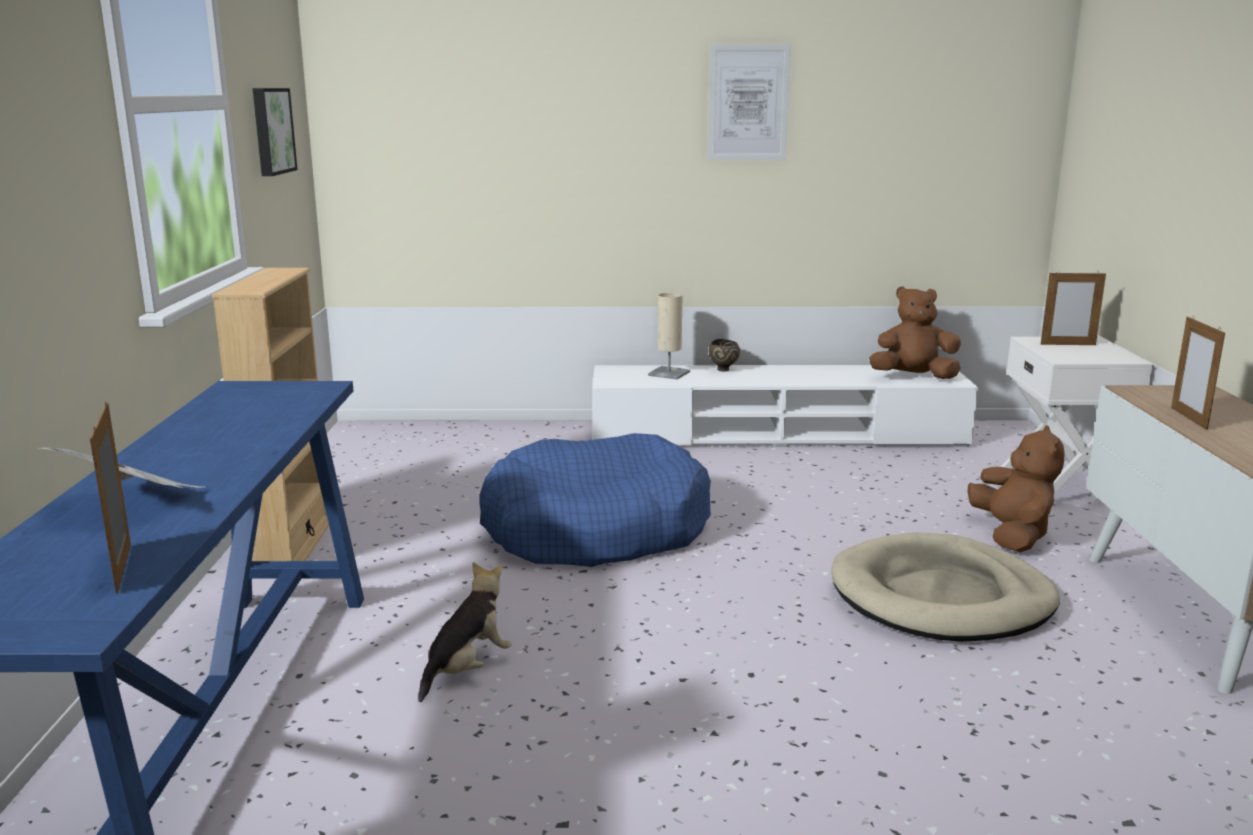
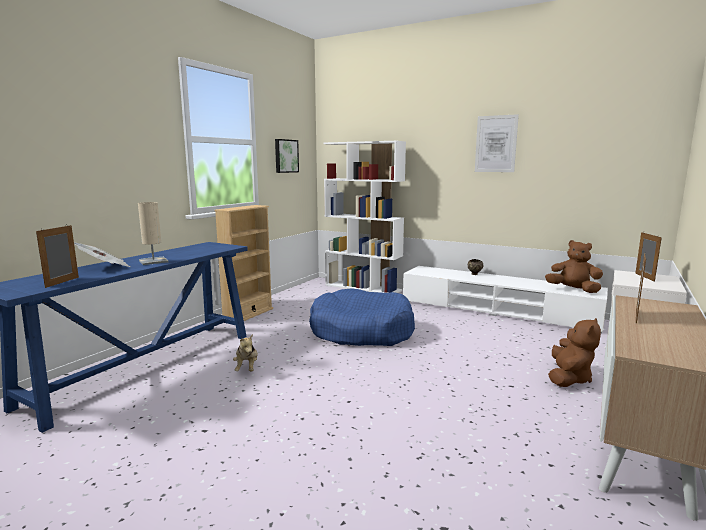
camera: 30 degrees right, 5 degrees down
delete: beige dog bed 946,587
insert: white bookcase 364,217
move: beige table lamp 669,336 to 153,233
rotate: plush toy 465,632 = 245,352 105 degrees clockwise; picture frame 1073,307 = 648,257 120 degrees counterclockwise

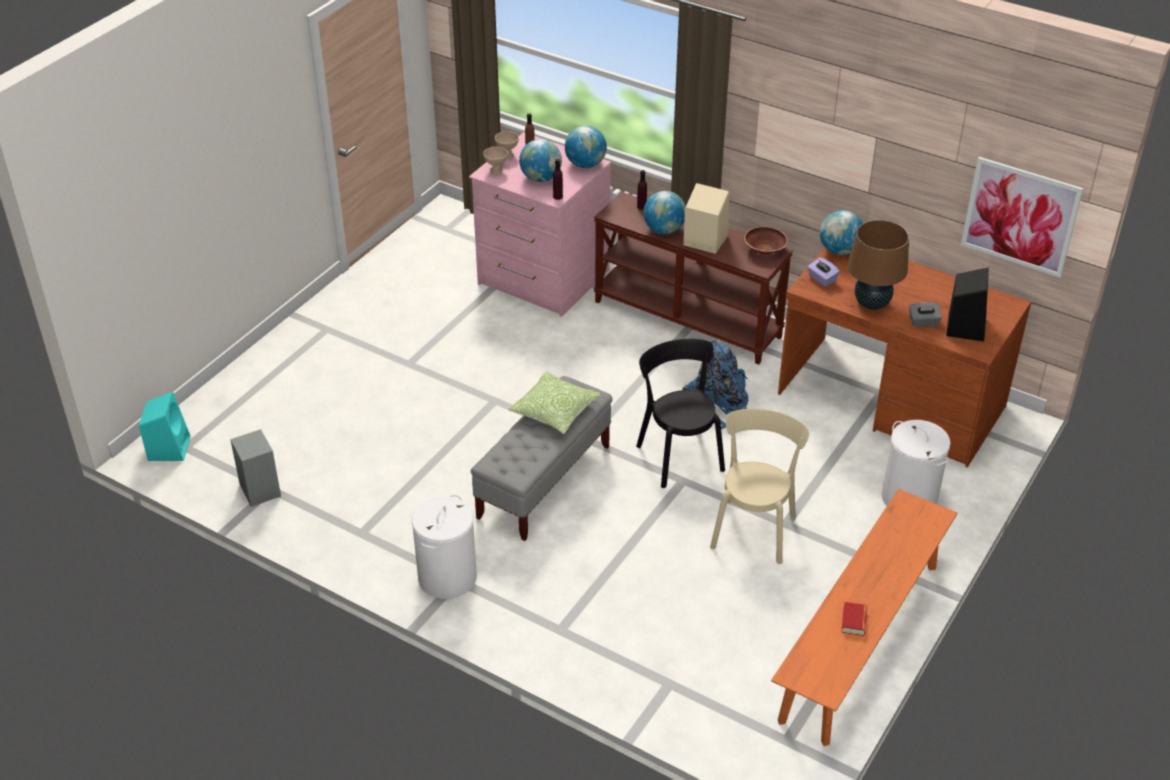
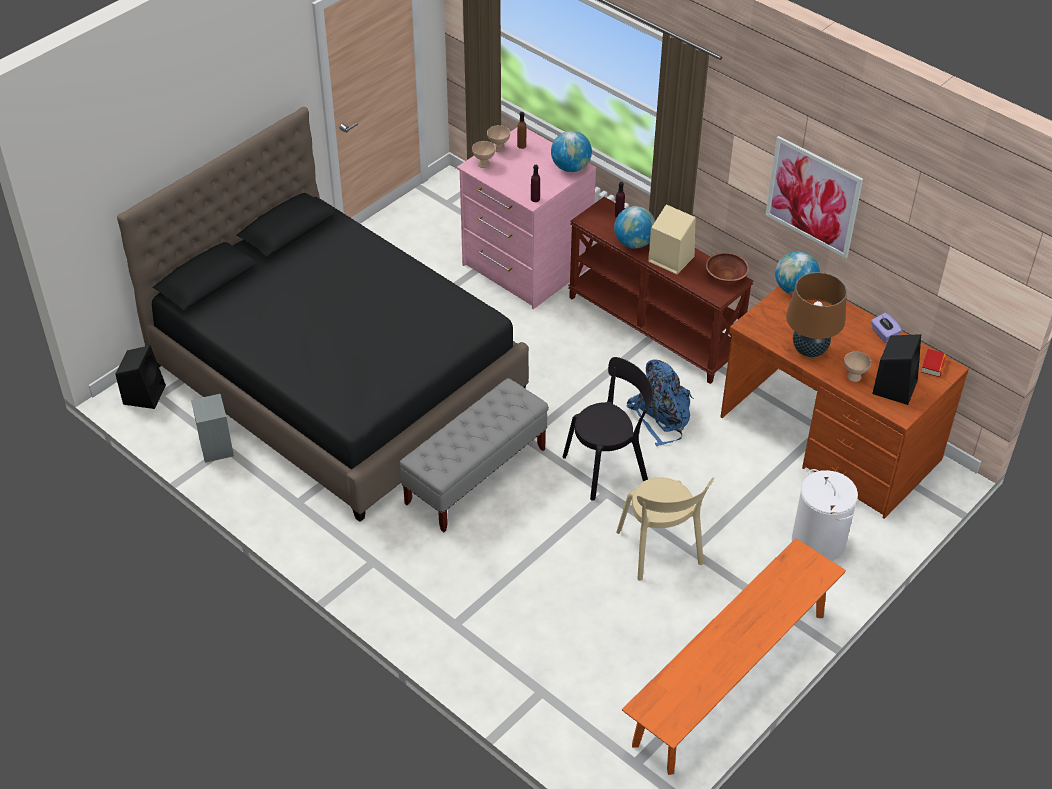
camera: 10 degrees right, 5 degrees up
delete: white laundry basket 444,546; pillow 555,402; globe 540,160
insert: black bed 323,314
move: picture 1022,217 to 814,197; purple tissue box 823,272 to 886,327; book 854,619 to 934,363
replace: grey tissue box 925,315 to beige bowl 857,366
recolor: turquoise speaker 165,426 to black speaker 140,377
rotate: black chair 680,413 = 608,429 75 degrees clockwise; beige chair 759,486 = 665,529 135 degrees clockwise

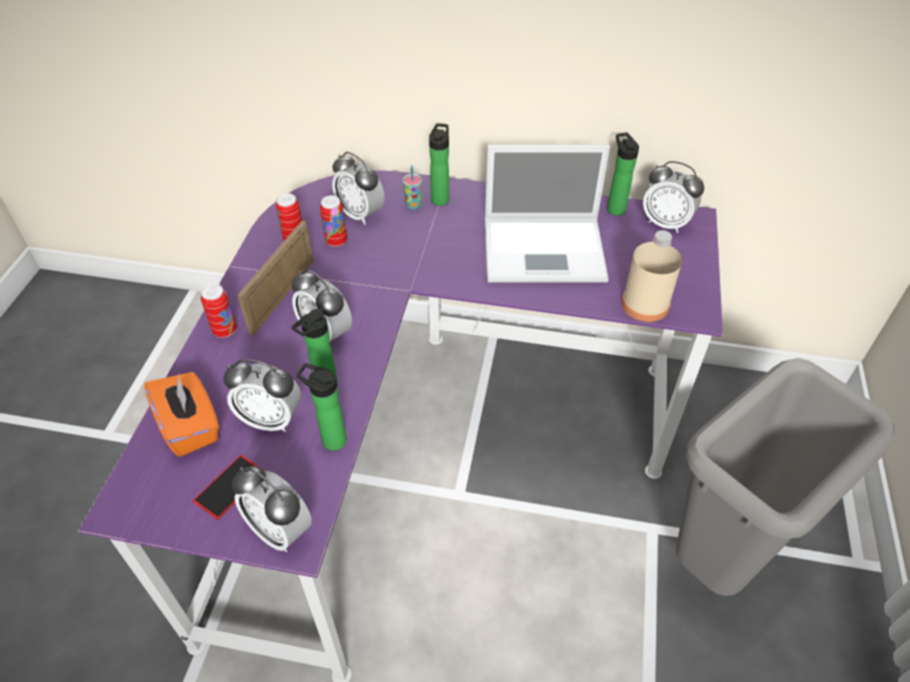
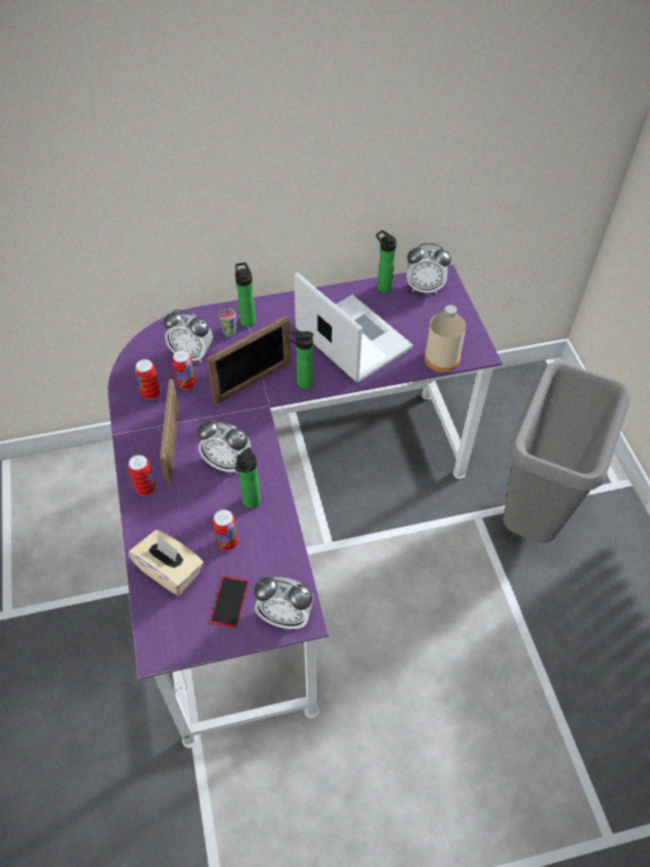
camera: 25 degrees left, 5 degrees up
insert: picture frame 249,359
move: bottle 322,407 to 301,360
replace: alarm clock 262,395 to can 225,529
recolor: orange tissue box 181,414 to beige tissue box 165,563
rotate: laptop 547,214 = 353,327 105 degrees counterclockwise

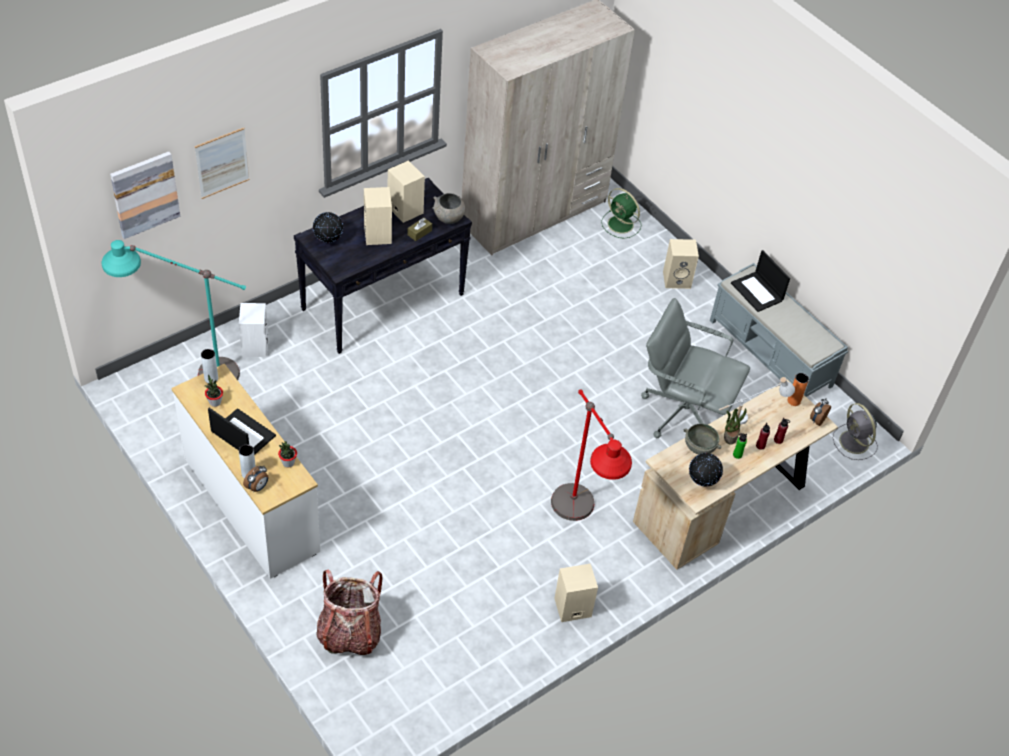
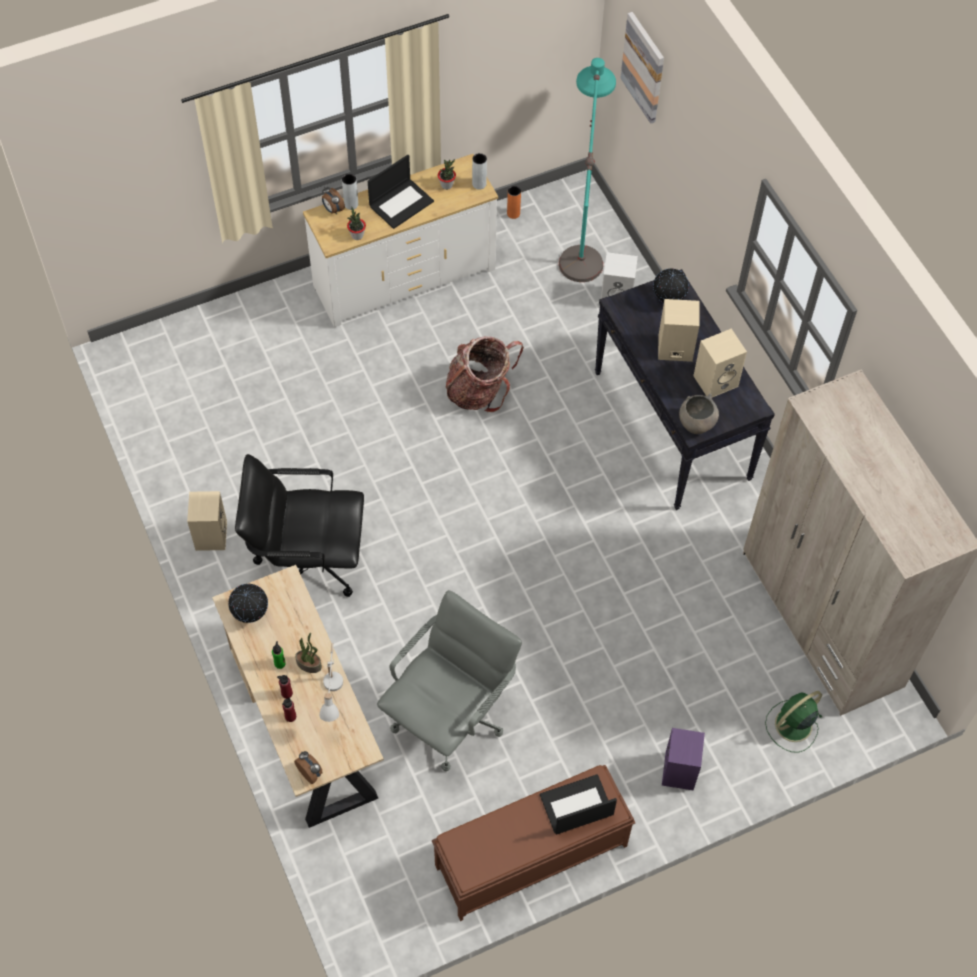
camera: 105 degrees right, 10 degrees up
delete: picture 222,163; brown tissue box 420,229; grey bowl 702,439; grey fan 855,431
move: backpack 349,612 to 485,374; orange vase 798,389 to 514,202
replace: red floor lamp 591,455 to black office chair 299,525
recolor: grey bench 779,330 to brown bench 534,843; beige speaker 681,264 to purple speaker 683,759

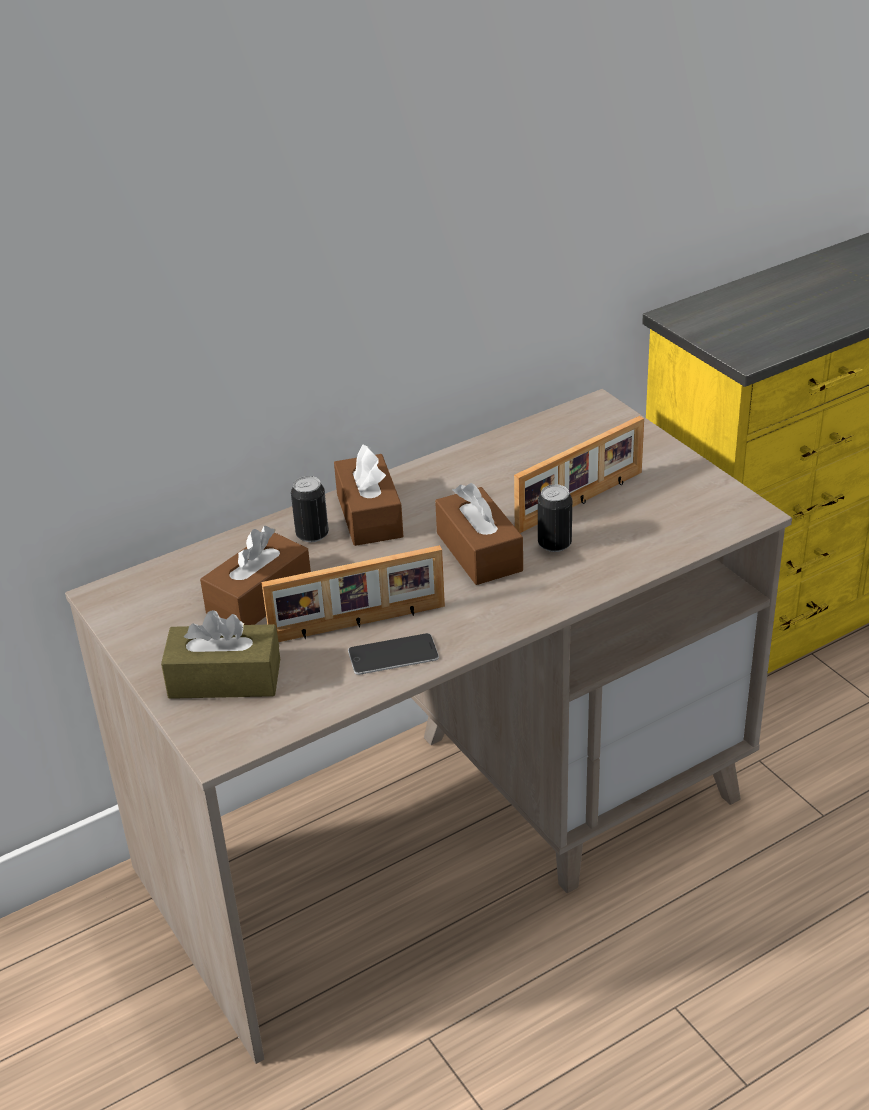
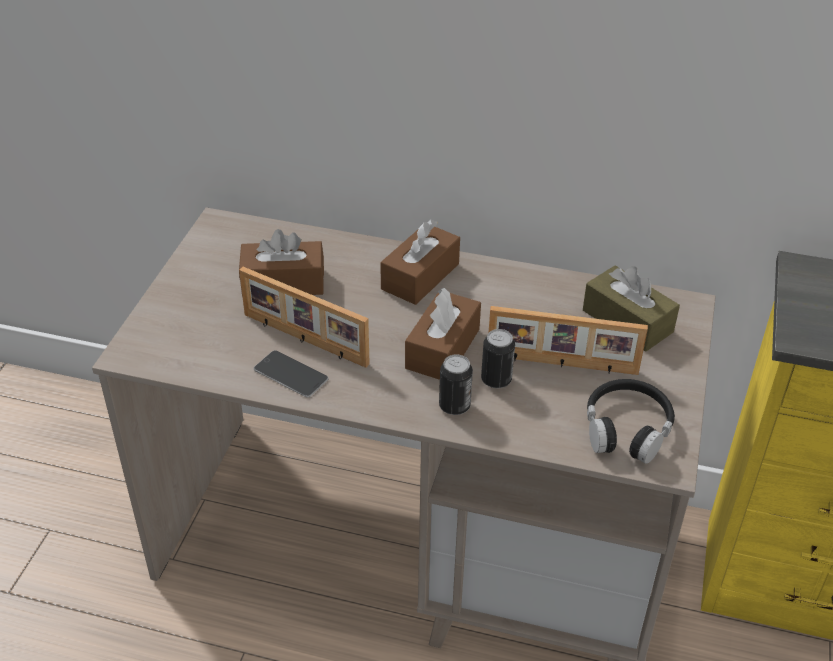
camera: 45 degrees right, 5 degrees up
insert: black headphones 631,421
move: can 310,509 to 456,384; brown tissue box 220,654 to 631,308

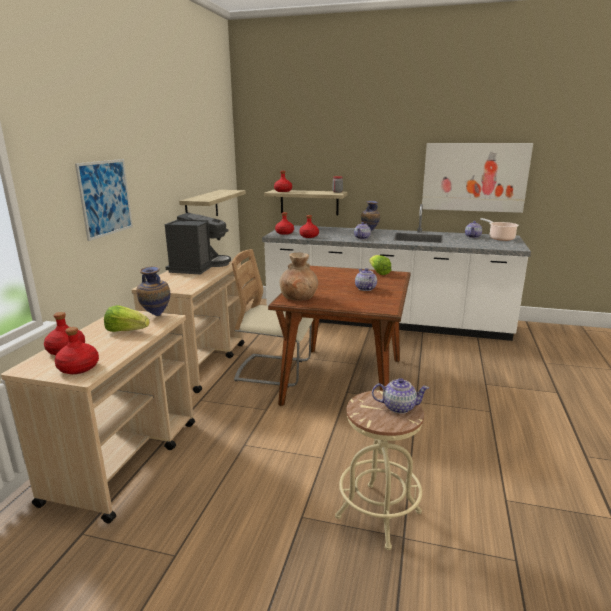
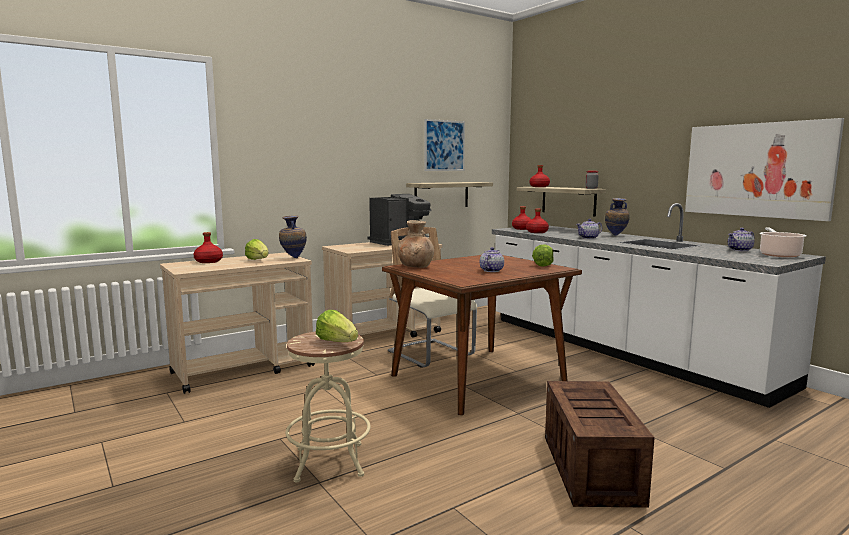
camera: 40 degrees right, 10 degrees down
delete: red bottle 77,350
insert: crate 600,444
move: picture 104,200 to 444,145
replace: teapot 400,396 to lettuce 337,326

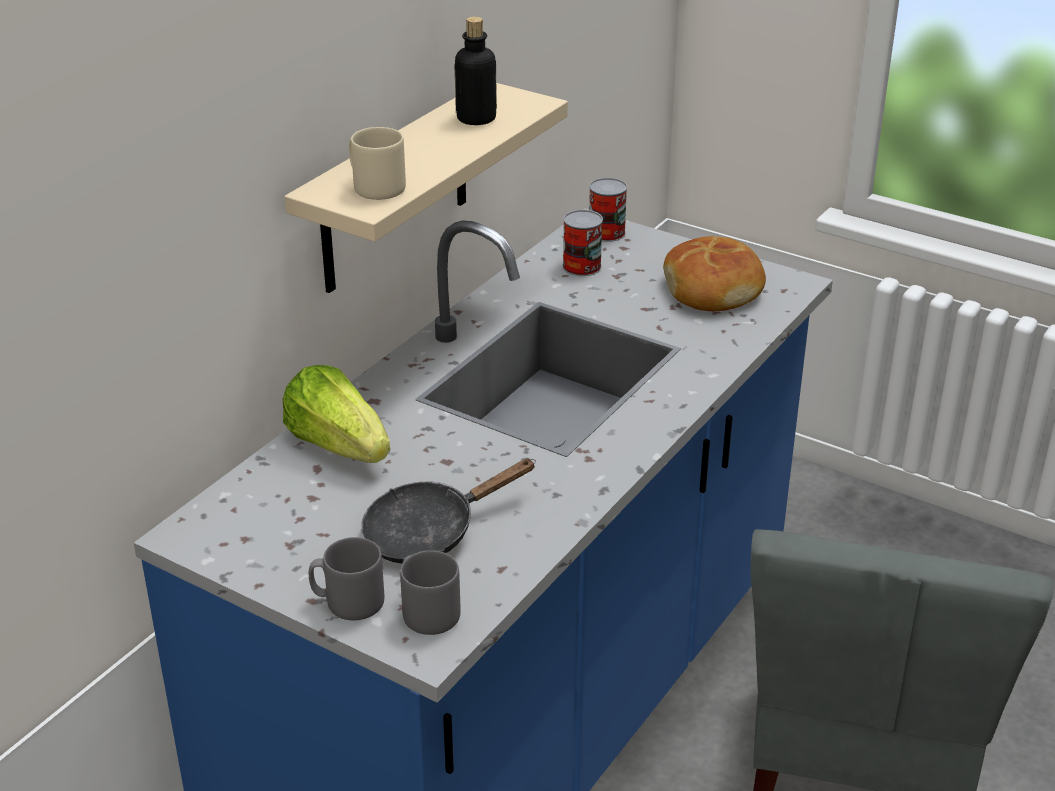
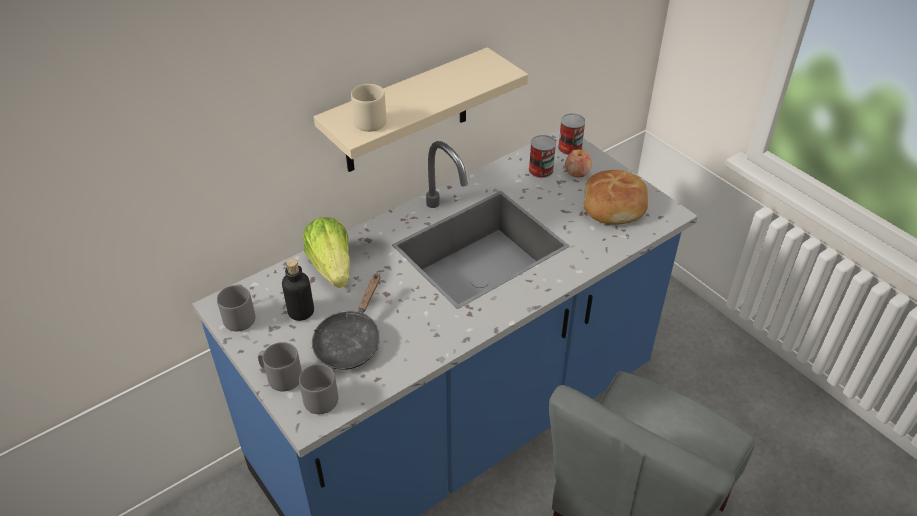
camera: 20 degrees right, 10 degrees up
insert: grey mug 236,307; apple 578,164
move: bottle 475,71 to 298,290
rotate: black frying pan 448,511 = 346,321 60 degrees counterclockwise

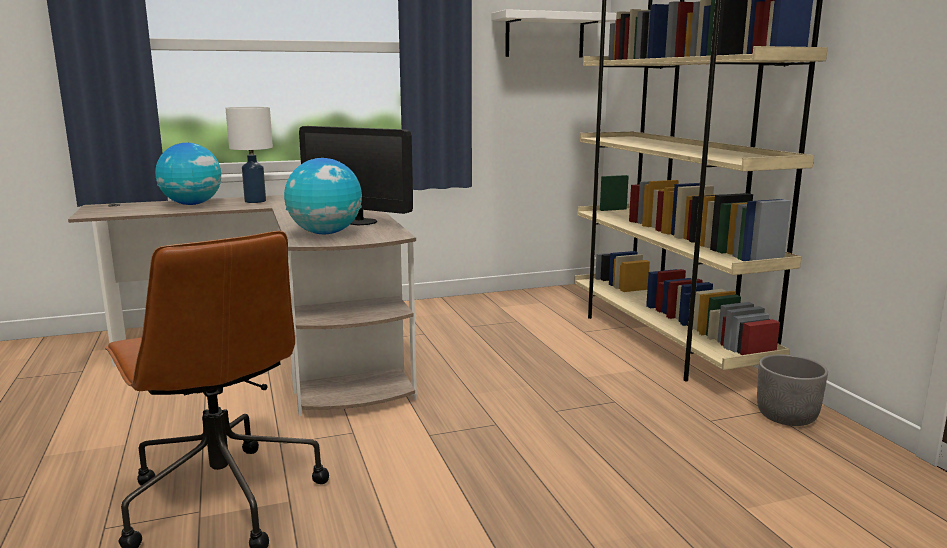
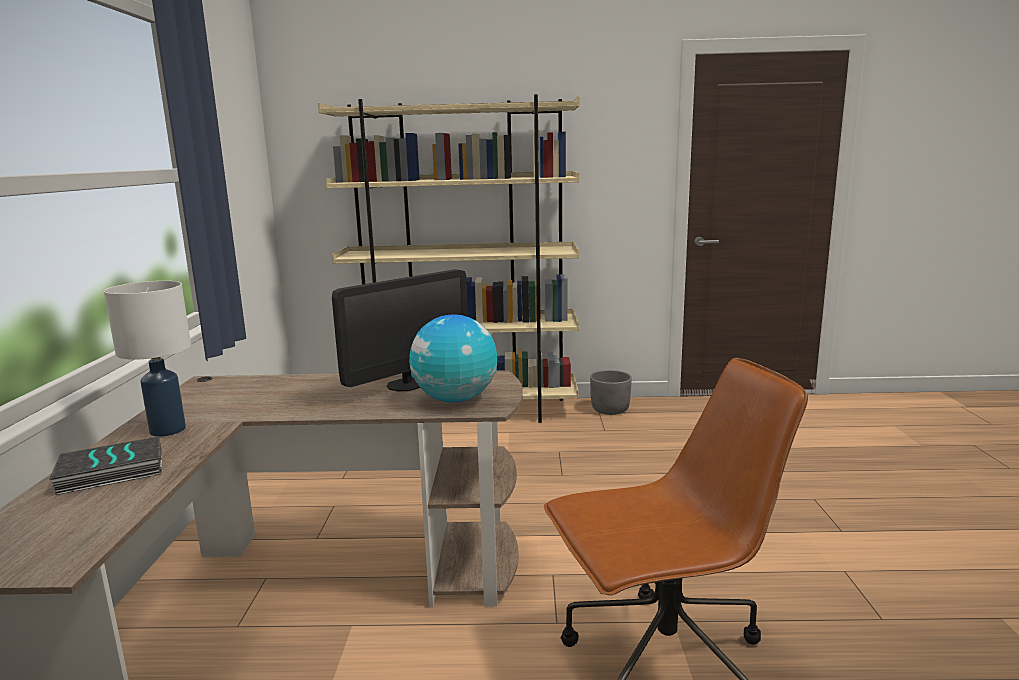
camera: 70 degrees left, 0 degrees up
delete: white shelf 553,33
replace: globe 188,174 to book 105,465

